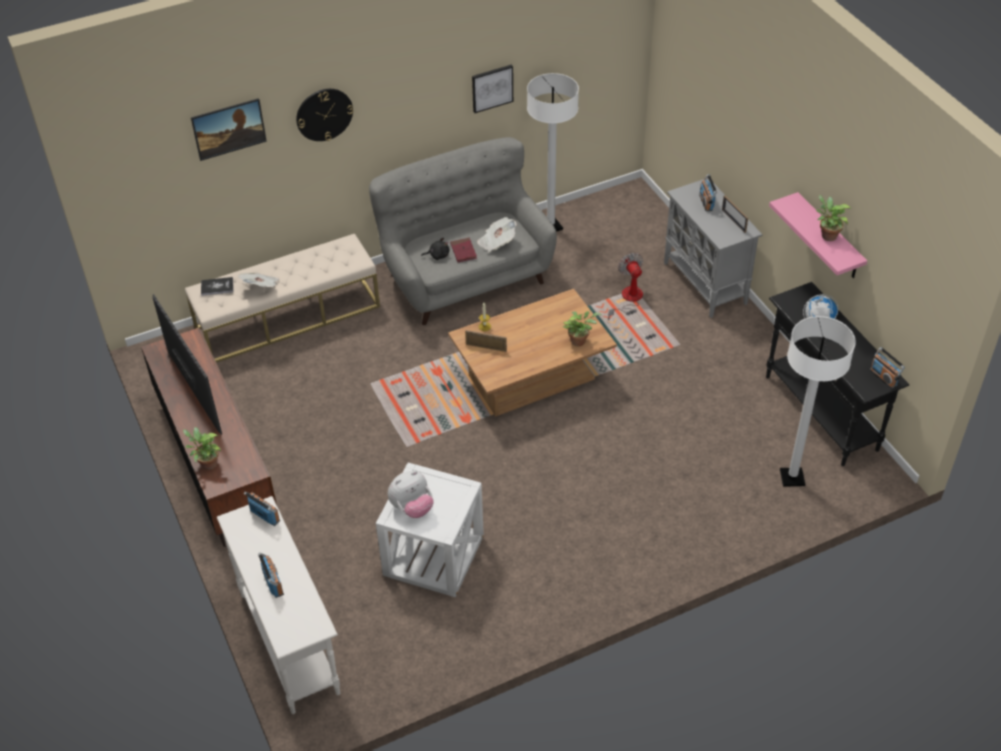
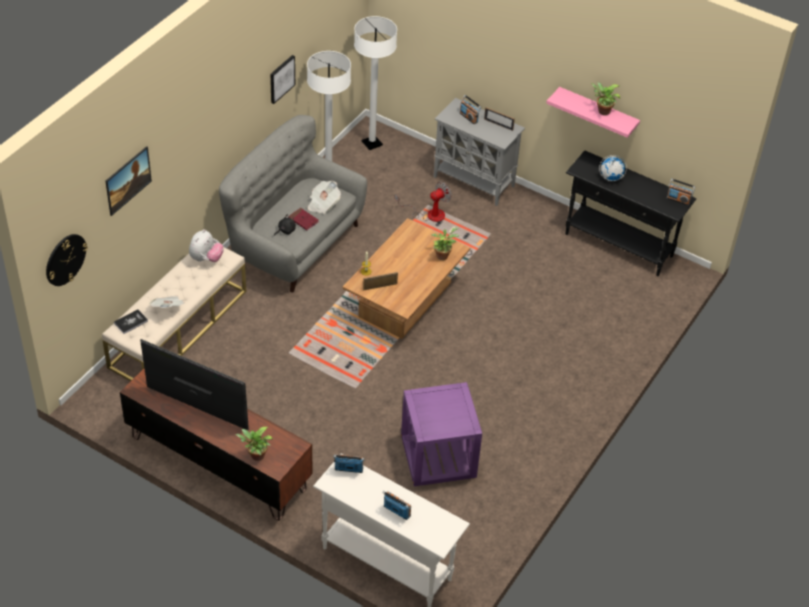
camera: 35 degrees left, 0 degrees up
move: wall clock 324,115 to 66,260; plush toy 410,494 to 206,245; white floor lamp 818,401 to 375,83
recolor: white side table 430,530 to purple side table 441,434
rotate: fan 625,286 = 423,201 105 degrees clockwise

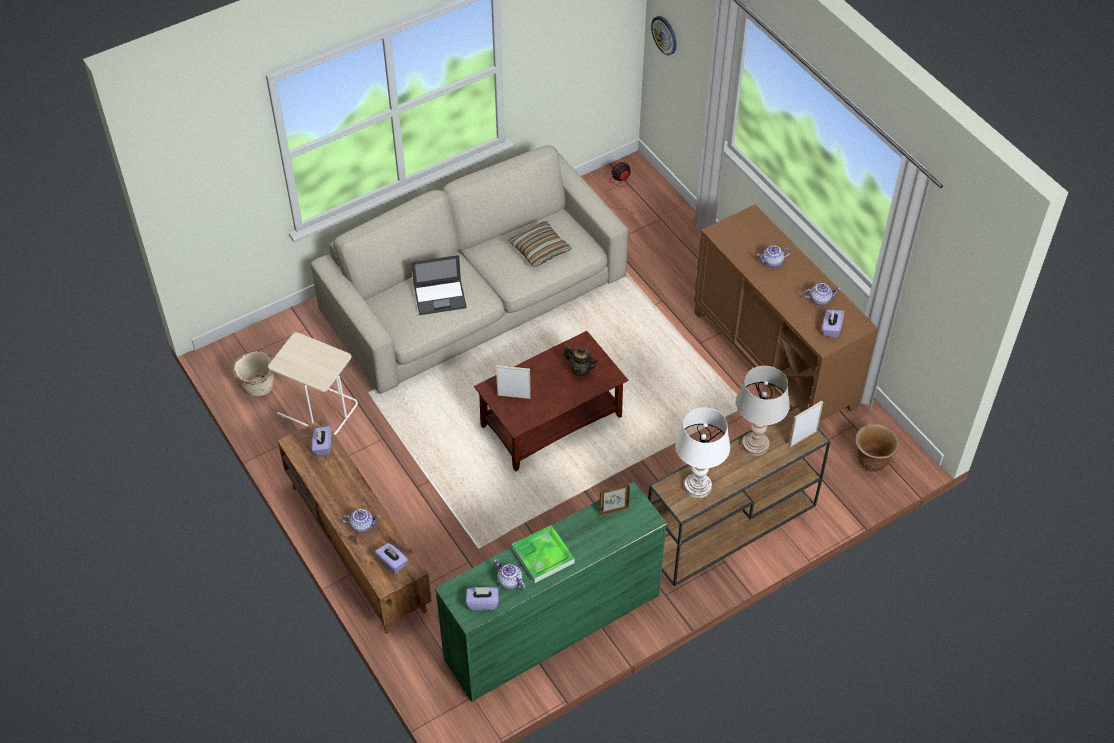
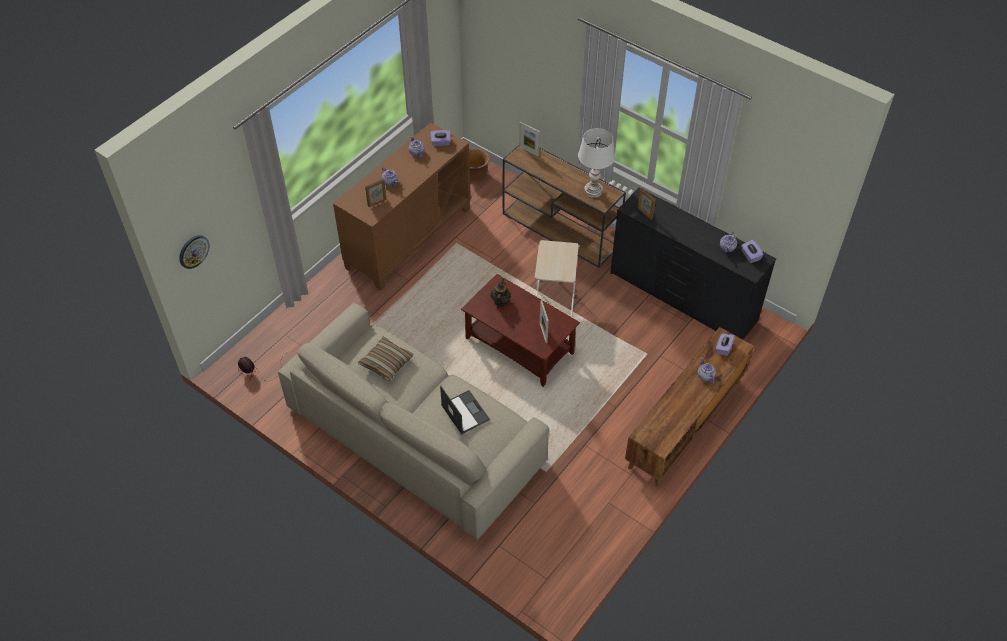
camera: 110 degrees left, 0 degrees up
delete: beige planter 253,373; purple tissue box 322,440; tray 543,554; grey table lamp 763,411
insert: picture frame 375,193
move: beige side table 313,383 to 557,278
recolor: green dresser 551,592 to black dresser 693,264

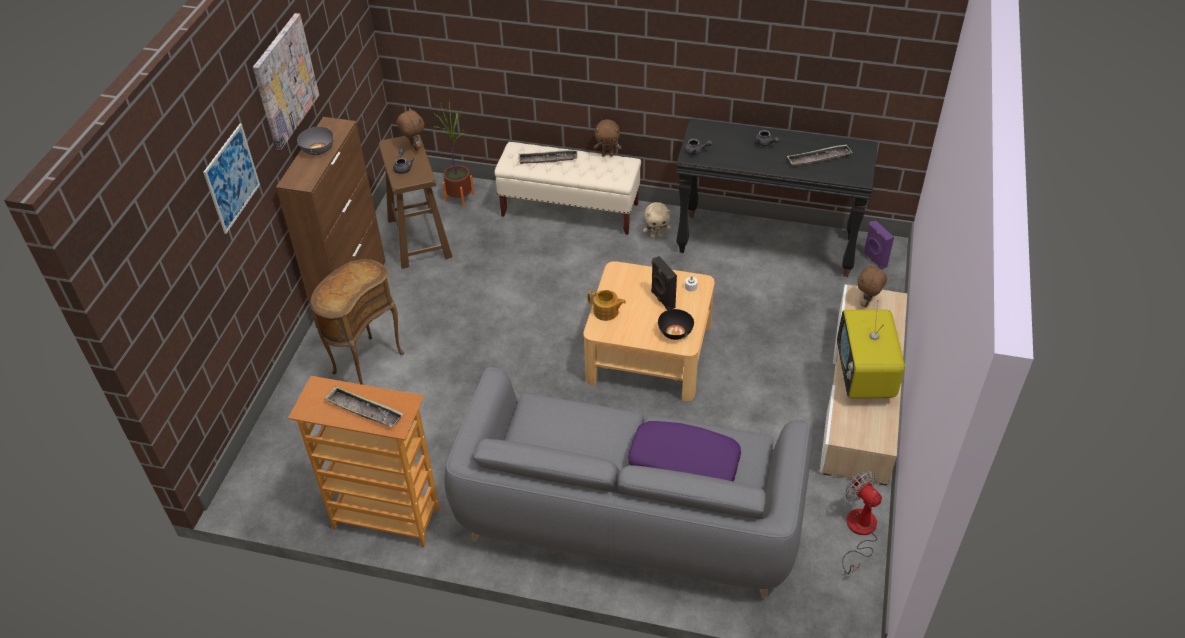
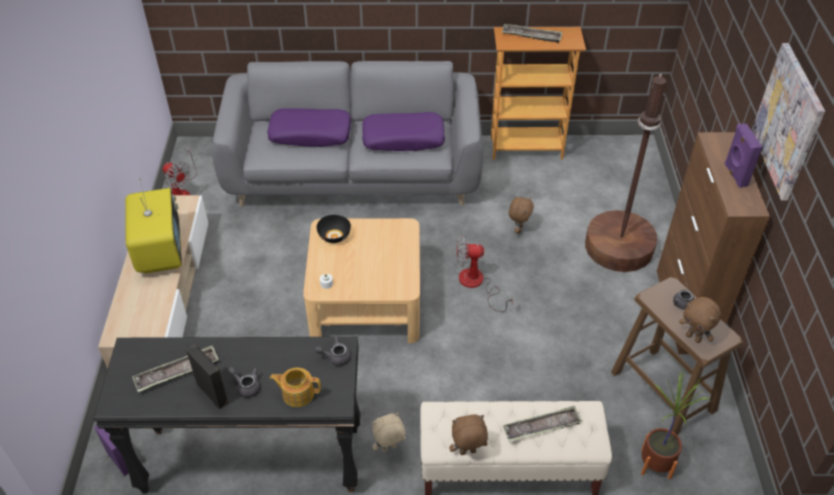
camera: 165 degrees right, 0 degrees up
delete: picture 231,179
insert: purple pillow 403,131; fan 485,273
move: black speaker 664,283 to 207,376; teapot 606,305 to 295,387; brown plush toy 872,285 to 521,215
replace: brown side table 357,322 to brown floor lamp 625,173; grey bowl 315,141 to purple speaker 743,156

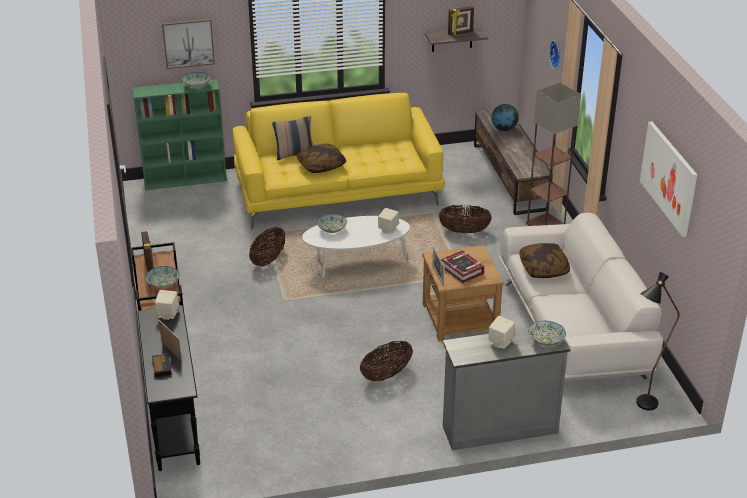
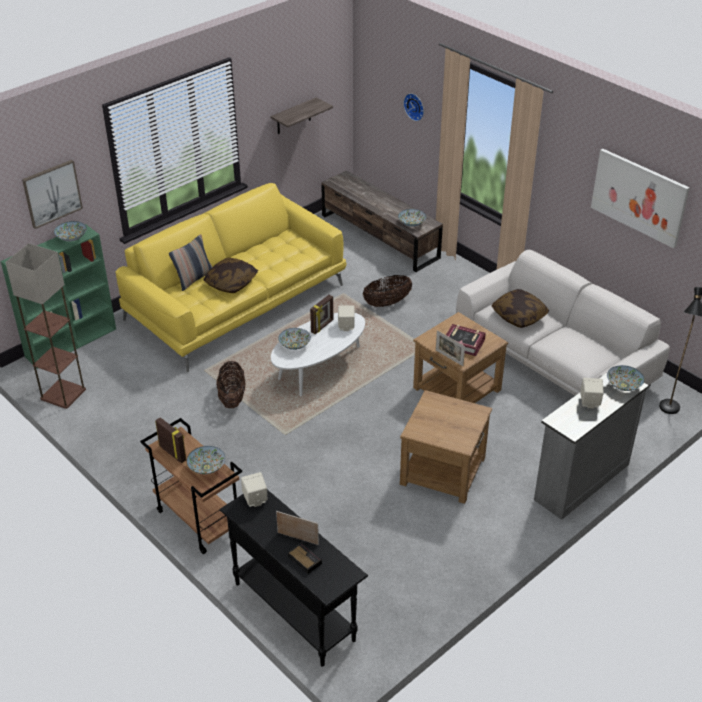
camera: 30 degrees left, 5 degrees up
delete: globe 505,117
insert: bowl 412,218
move: floor lamp 553,154 to 45,326; picture frame 461,21 to 321,314
replace: basket 386,361 to brown side table 446,447

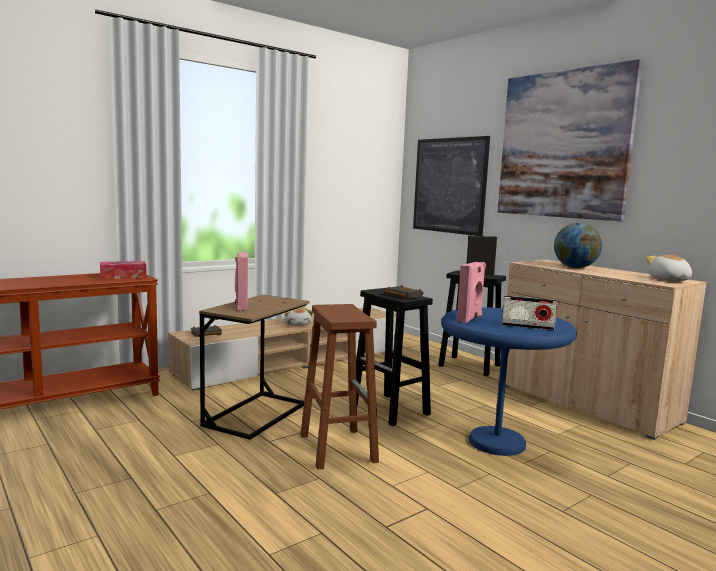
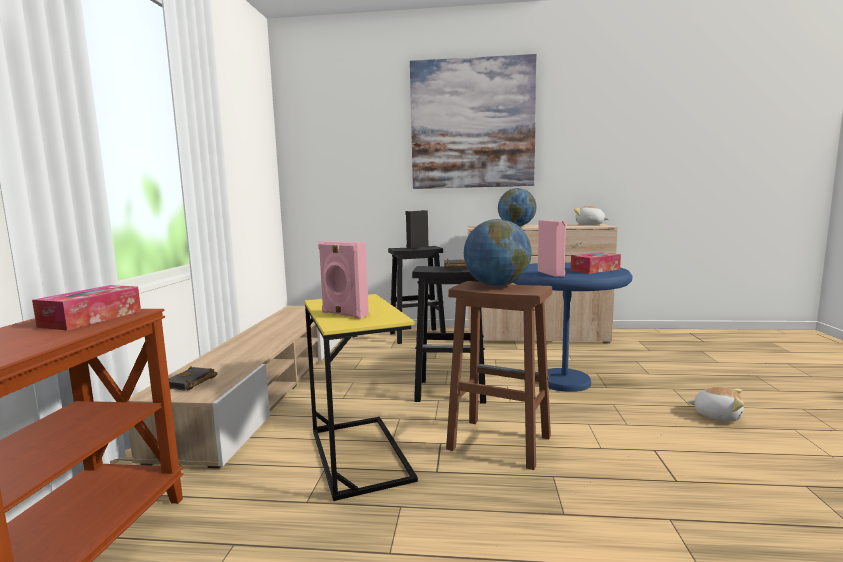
camera: 45 degrees left, 0 degrees up
delete: picture 451,186
insert: globe 498,252
move: plush toy 298,316 to 715,404
replace: radio 529,313 to tissue box 596,263
recolor: brown side table 254,367 to yellow side table 361,397

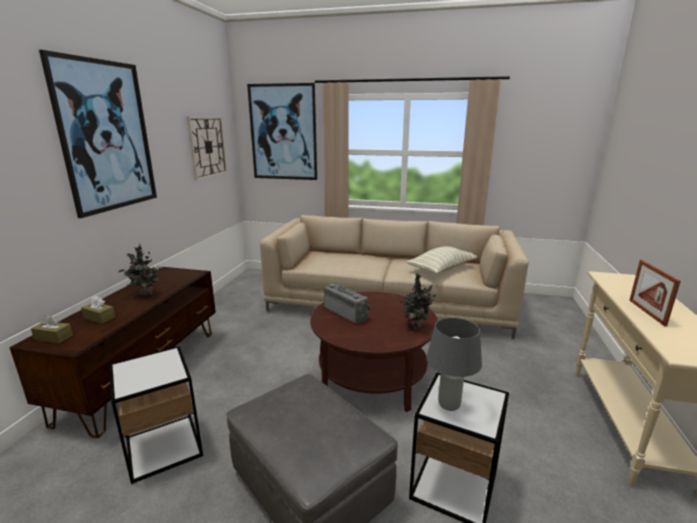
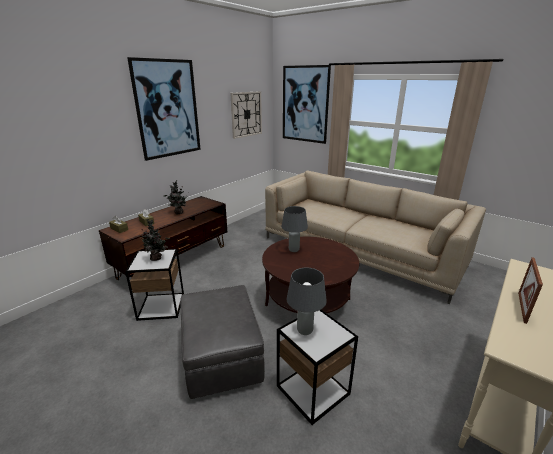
camera: 25 degrees right, 5 degrees up
delete: pillow 441,260
move: potted plant 417,302 to 153,240
replace: radio 348,303 to grey table lamp 294,229

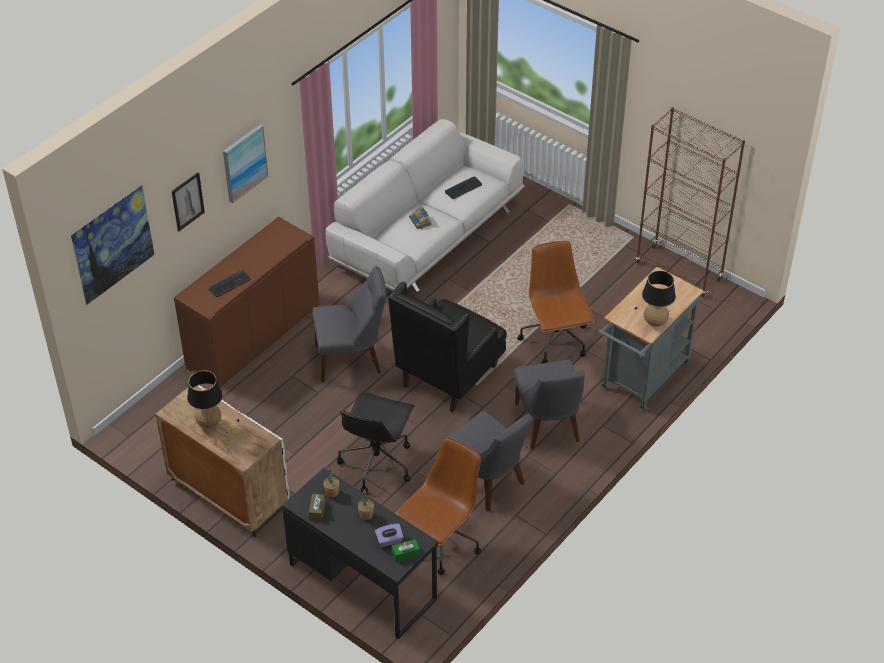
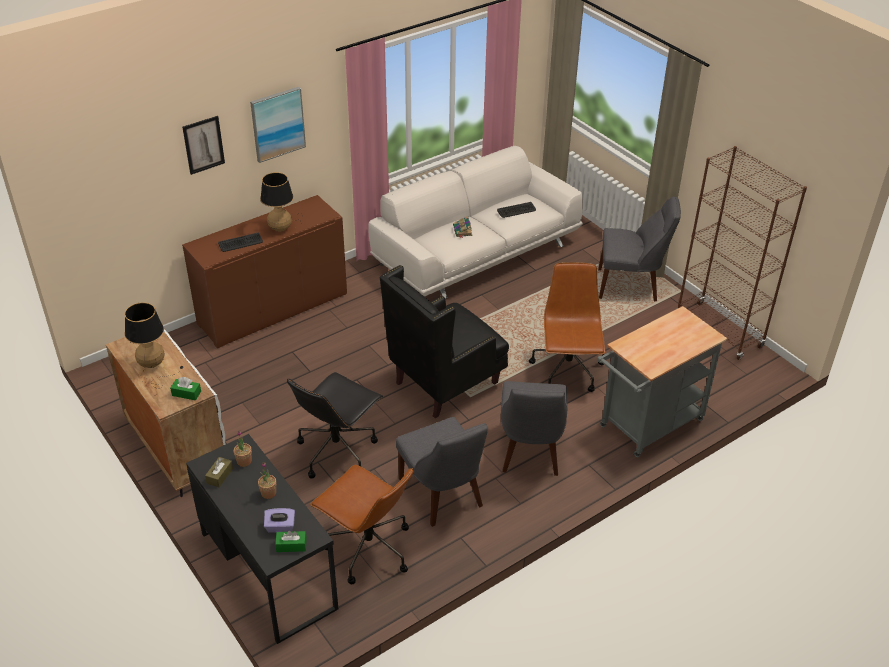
camera: 15 degrees right, 5 degrees down
delete: picture 113,245
insert: green tissue box 185,388
move: table lamp 655,298 to 281,202; grey chair 349,324 to 639,248
rotate: brown office chair 438,506 = 362,524 75 degrees clockwise

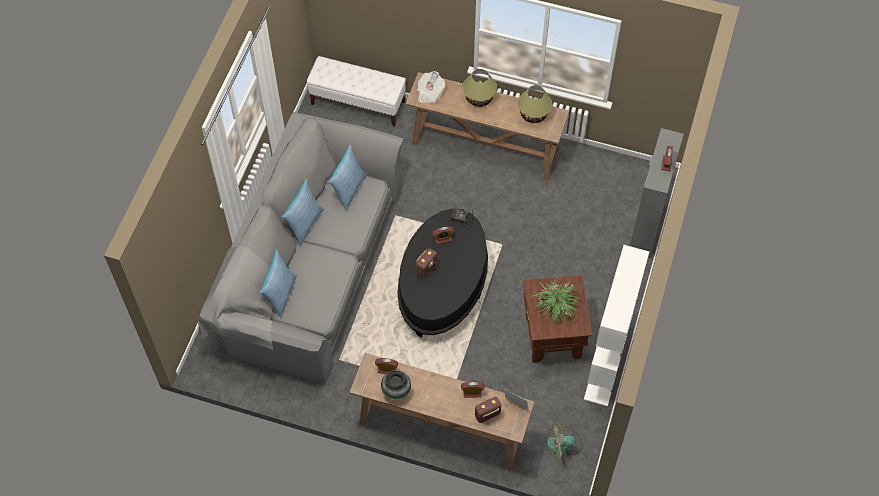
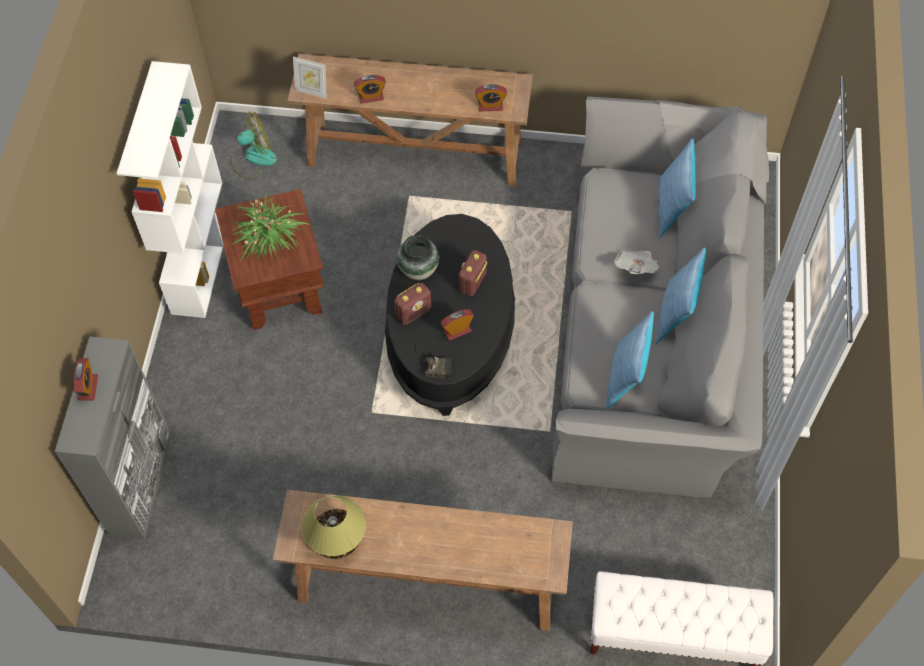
camera: 170 degrees right, 0 degrees up
delete: table lamp 479,88
move: radio 488,410 to 412,304; vase 396,385 to 418,257; newspaper 431,87 to 637,262

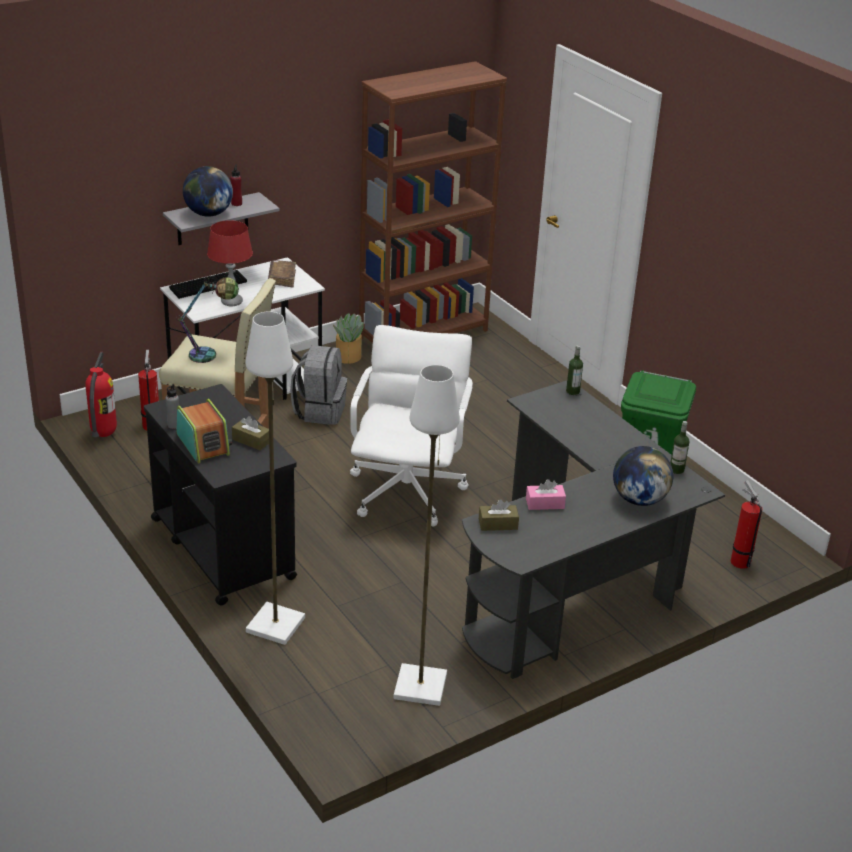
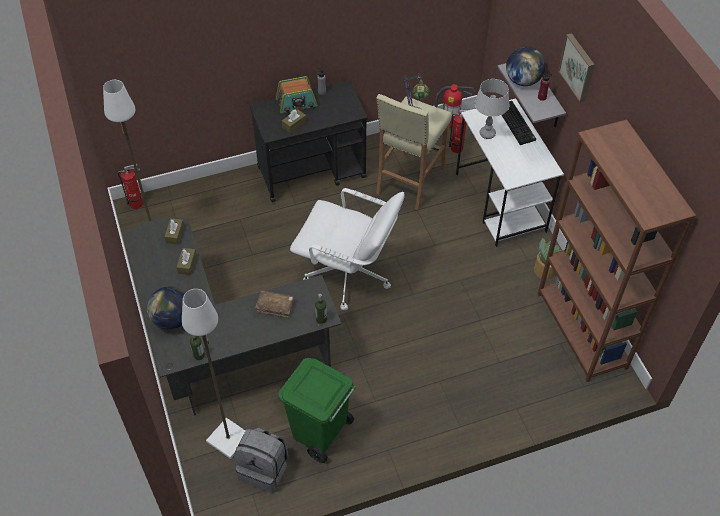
camera: 105 degrees right, 20 degrees up
insert: picture 576,67
move: fire extinguisher 746,524 to 130,186; white floor lamp 275,478 to 213,374; grey backpack 318,385 to 261,460; brown book 282,274 to 274,304
recolor: pink tissue box 546,494 to brown tissue box 187,261; red table lamp 230,263 to grey table lamp 492,109

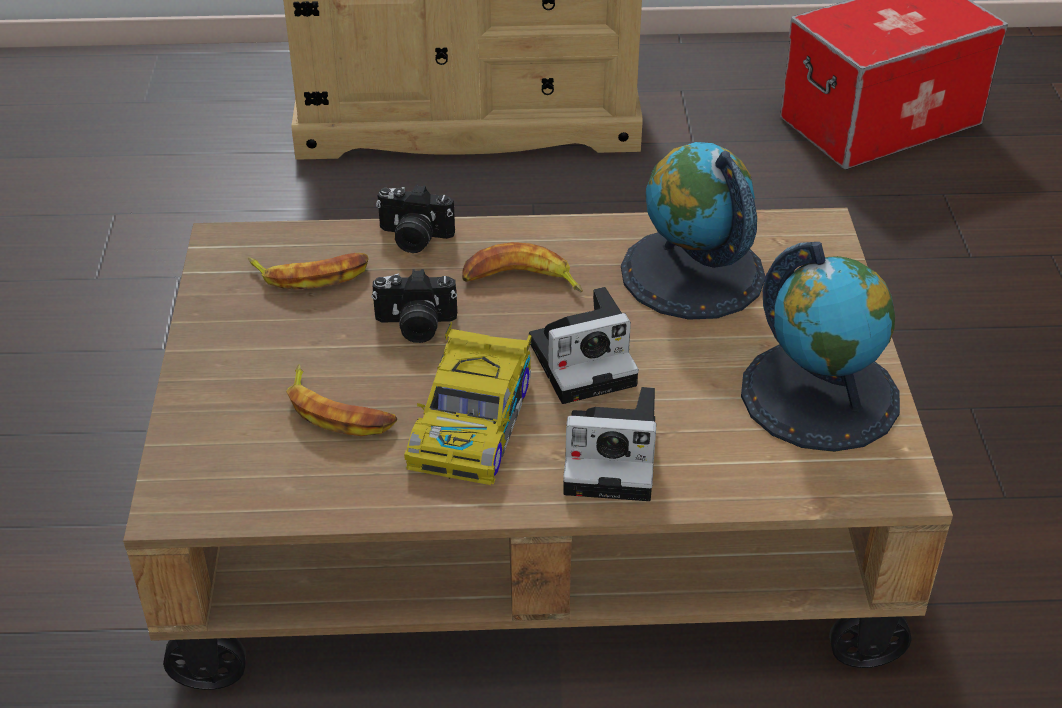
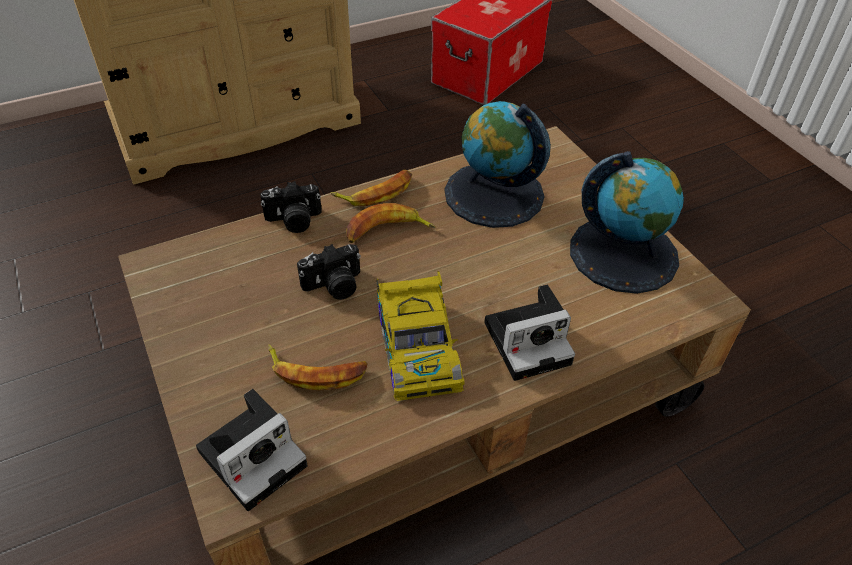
camera: 25 degrees left, 5 degrees up
move: photo camera 584,345 to 252,450; banana 308,271 to 371,188

